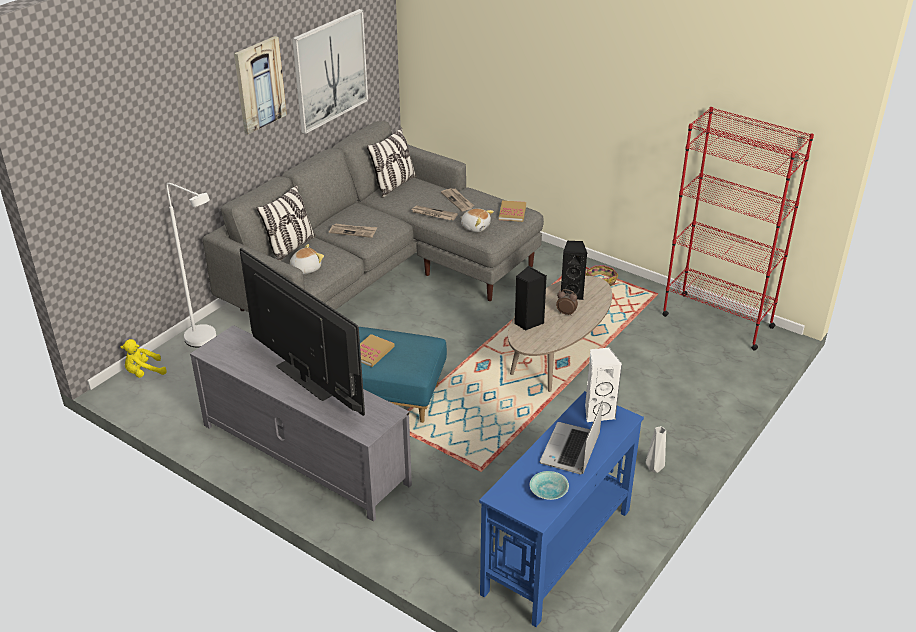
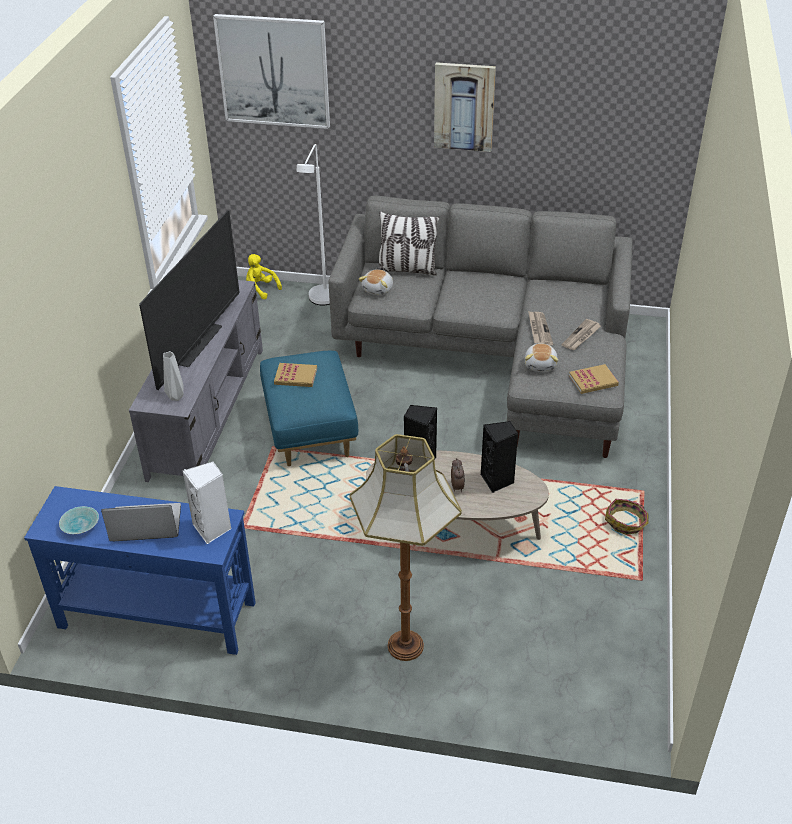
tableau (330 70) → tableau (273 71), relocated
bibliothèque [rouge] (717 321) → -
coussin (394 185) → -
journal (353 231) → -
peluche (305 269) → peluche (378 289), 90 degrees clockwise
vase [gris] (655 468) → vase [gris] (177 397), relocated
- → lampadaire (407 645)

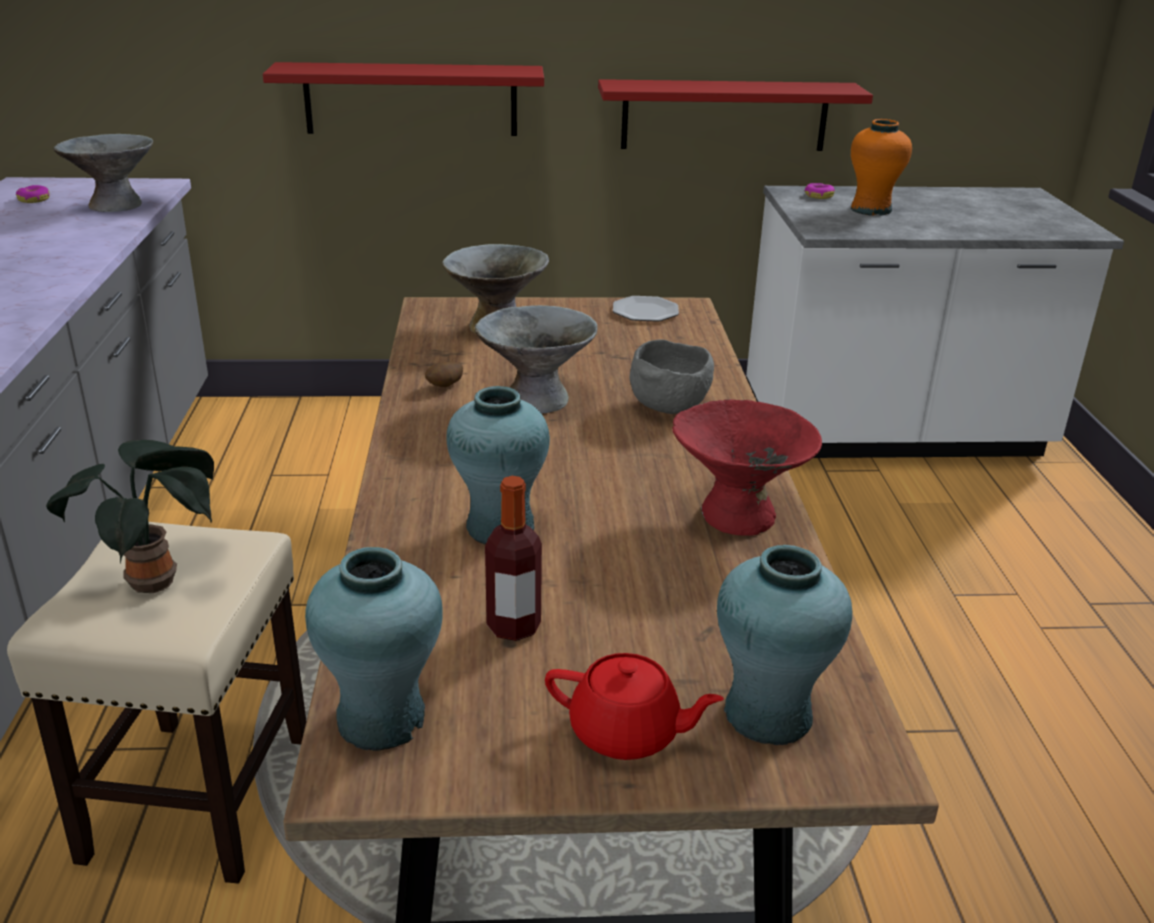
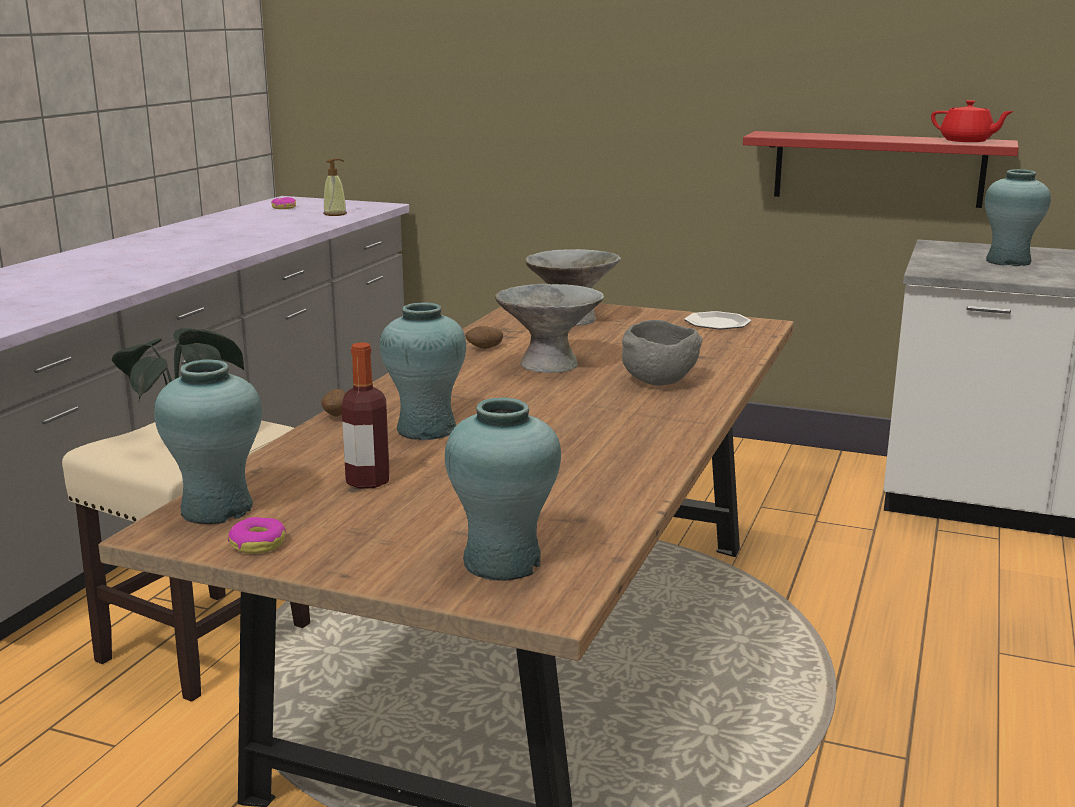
étagère [rouge] (411 99) → -
vase [orange] (871 209) → vase [turquoise] (1008 261)
bol [gris] (115 205) → distributeur de savon (335 214)
beignet (818 196) → beignet (258 544), relocated
bol [rouge] (737 515) → -
théière [rouge] (627 733) → théière [rouge] (967 141), relocated
- → pomme de terre (337 416)

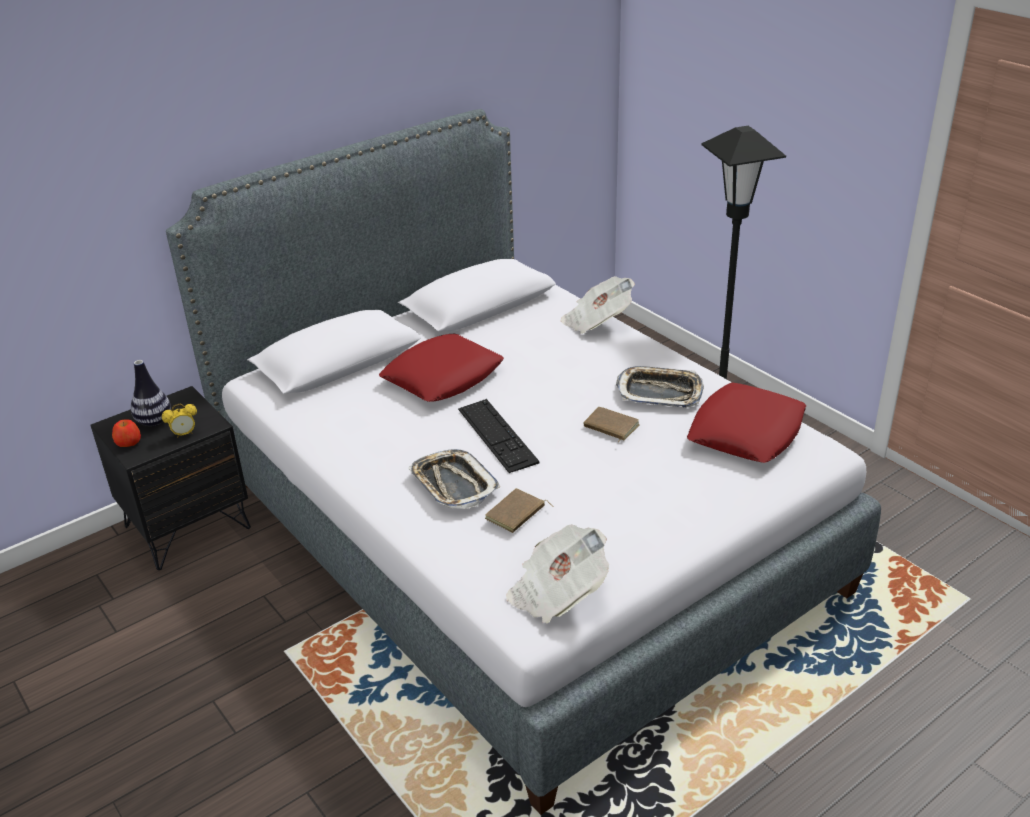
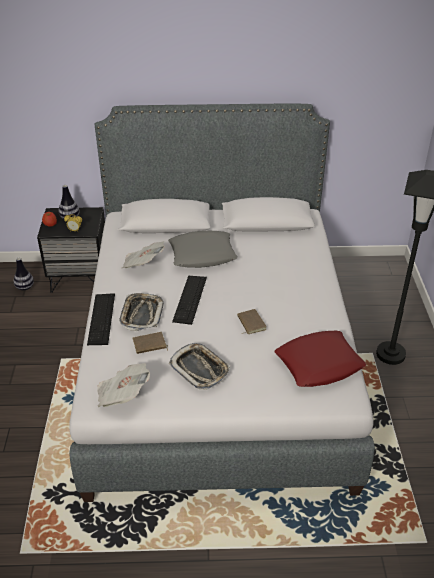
journal (597 321) → journal (143 264), relocated
coussin [rouge] (443 376) → coussin [gris] (202 254)
plateau (659 392) → plateau (199 369), relocated
- → vase (25 287)
- → clavier (101 318)

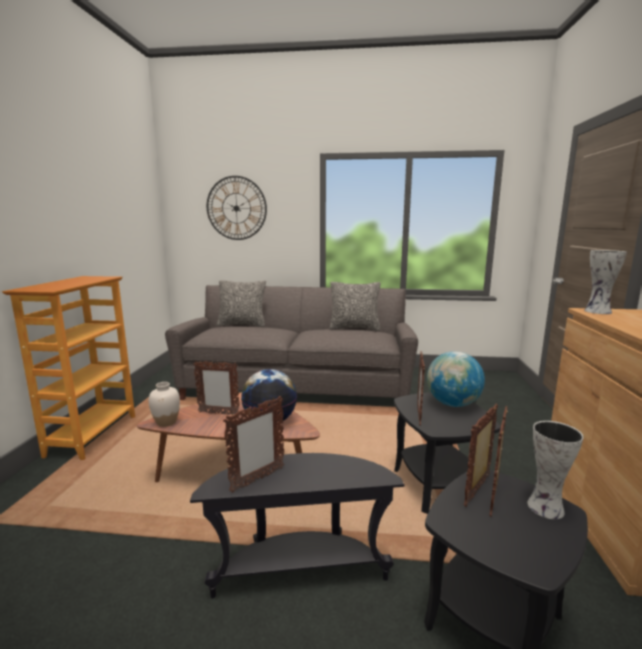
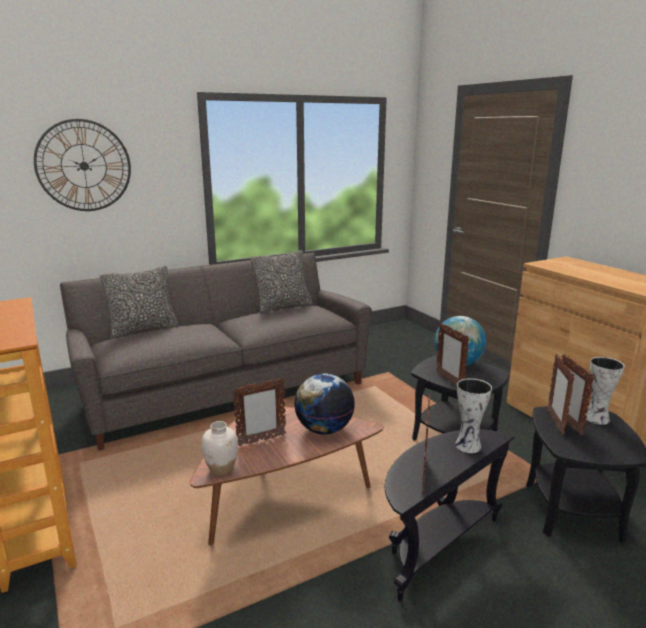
vase (598 312) → vase (469 446), relocated

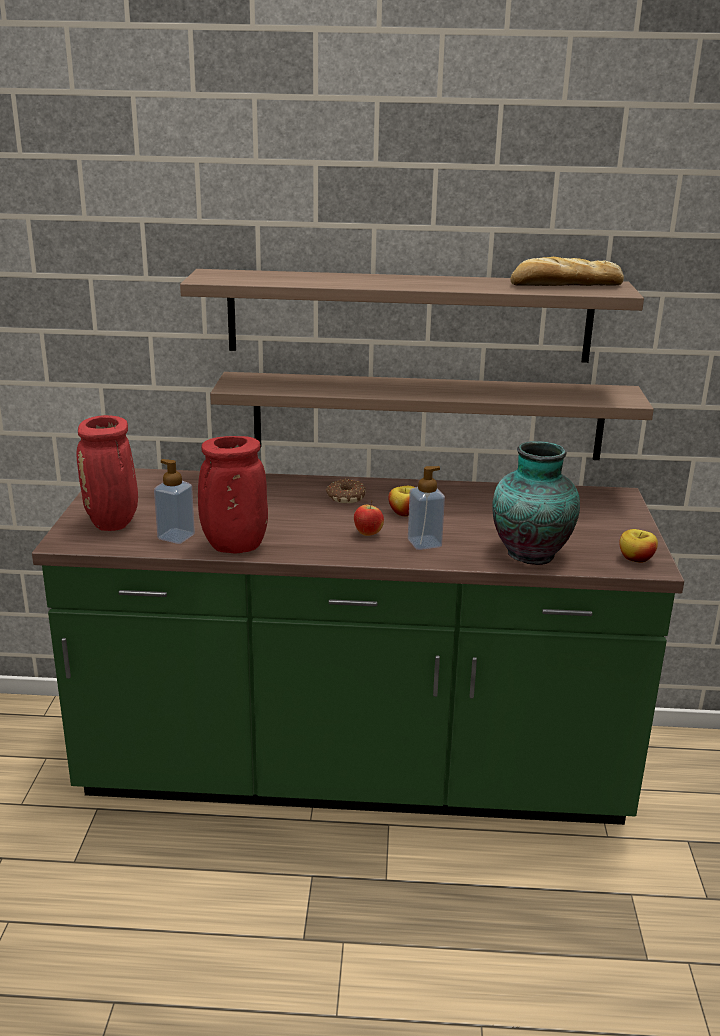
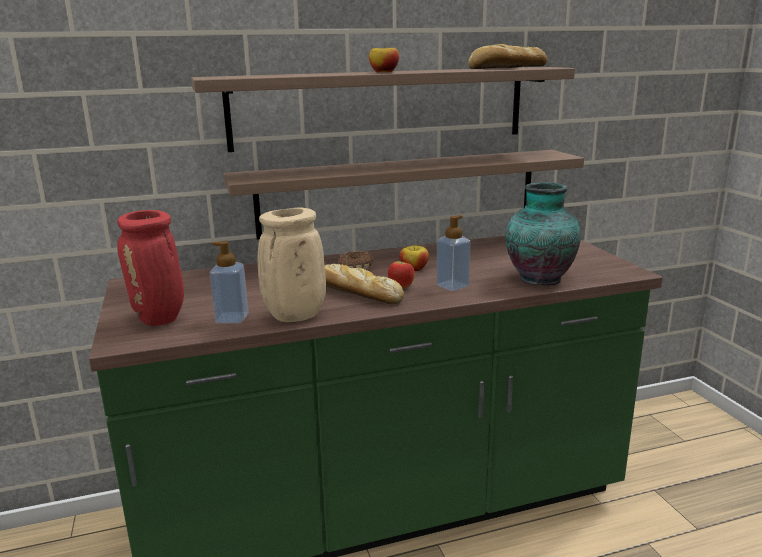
vase [rouge] (233 547) → vase [beige] (294 317)
pomme (636 559) → pomme (384 72), relocated
- → pain (355 292)

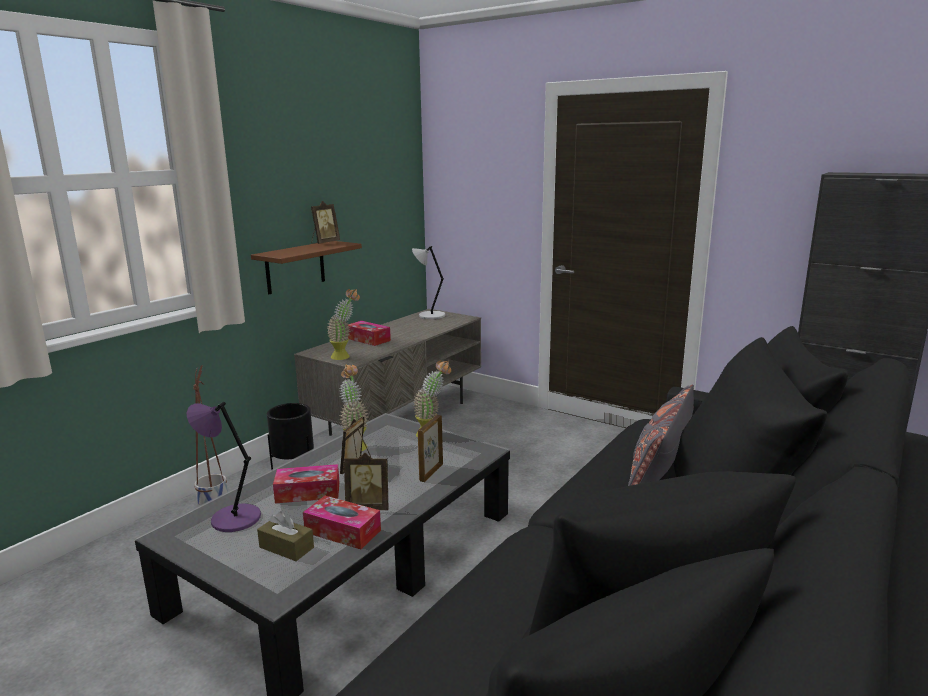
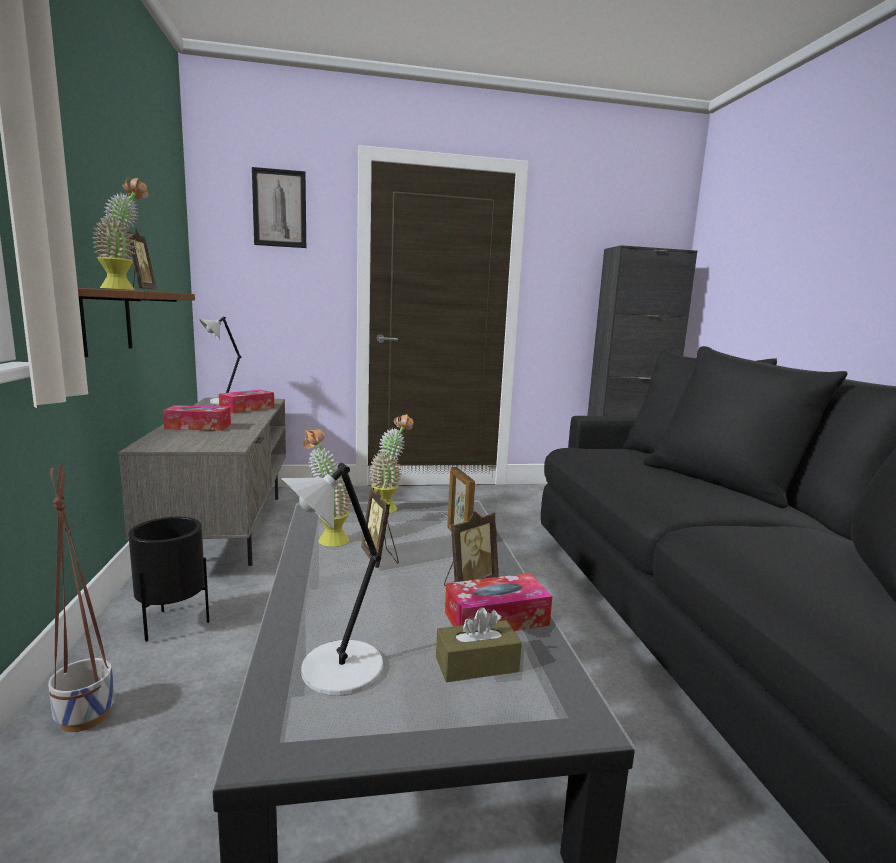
plante en pot (345 356) → plante en pot (126 289), relocated
coussin [gris] (660 469) → -
lampe de table [violet] (233 518) → lampe de table [gris] (337 670)
boîte à mouchoirs (308 492) → boîte à mouchoirs (247 408), relocated
- → tableau (279 208)

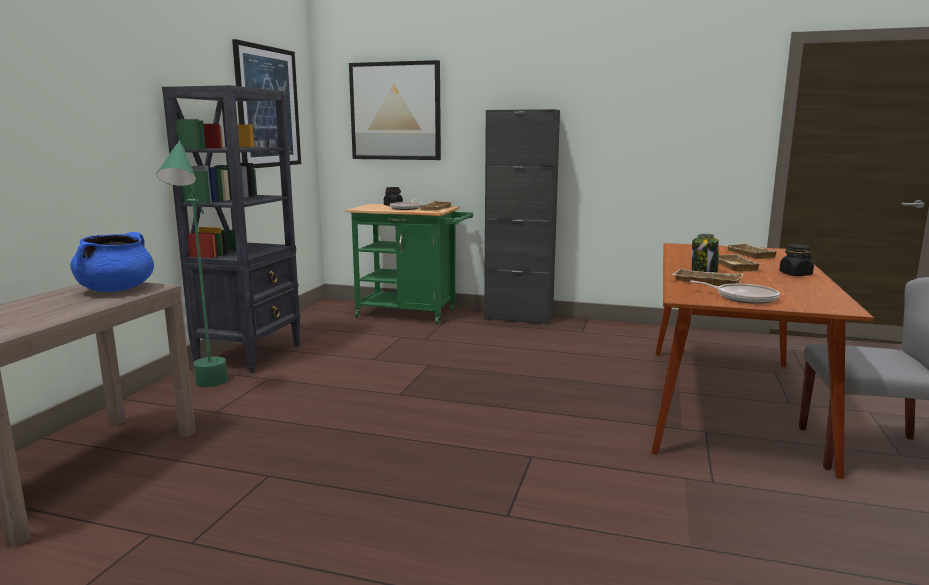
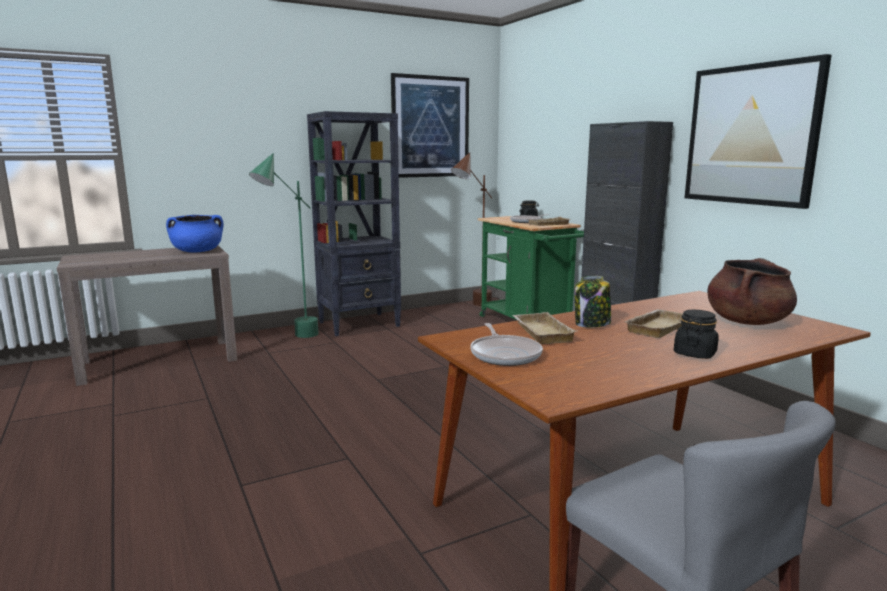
tableau (395 111) → tableau (751 135), relocated
plateau [beige] (748 254) → marmite [marron] (747 321)
- → lampadaire [marron] (472 306)

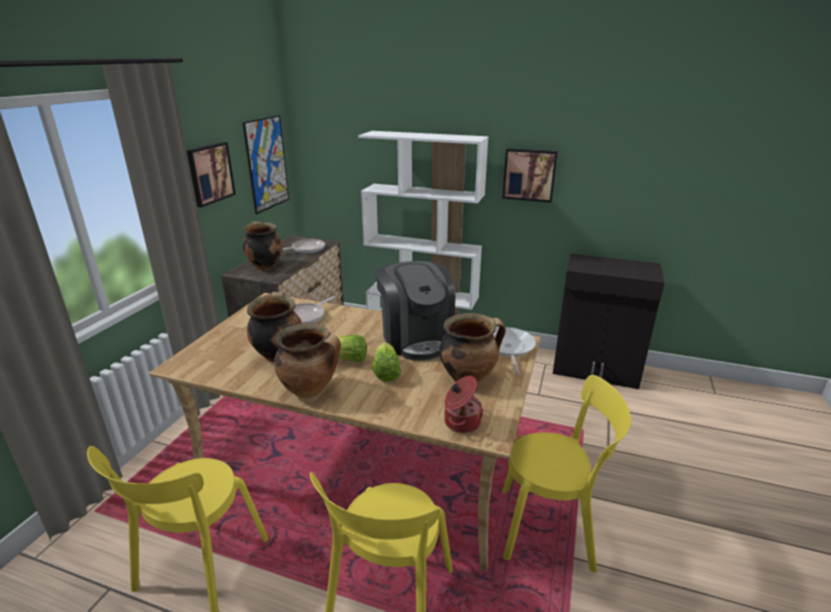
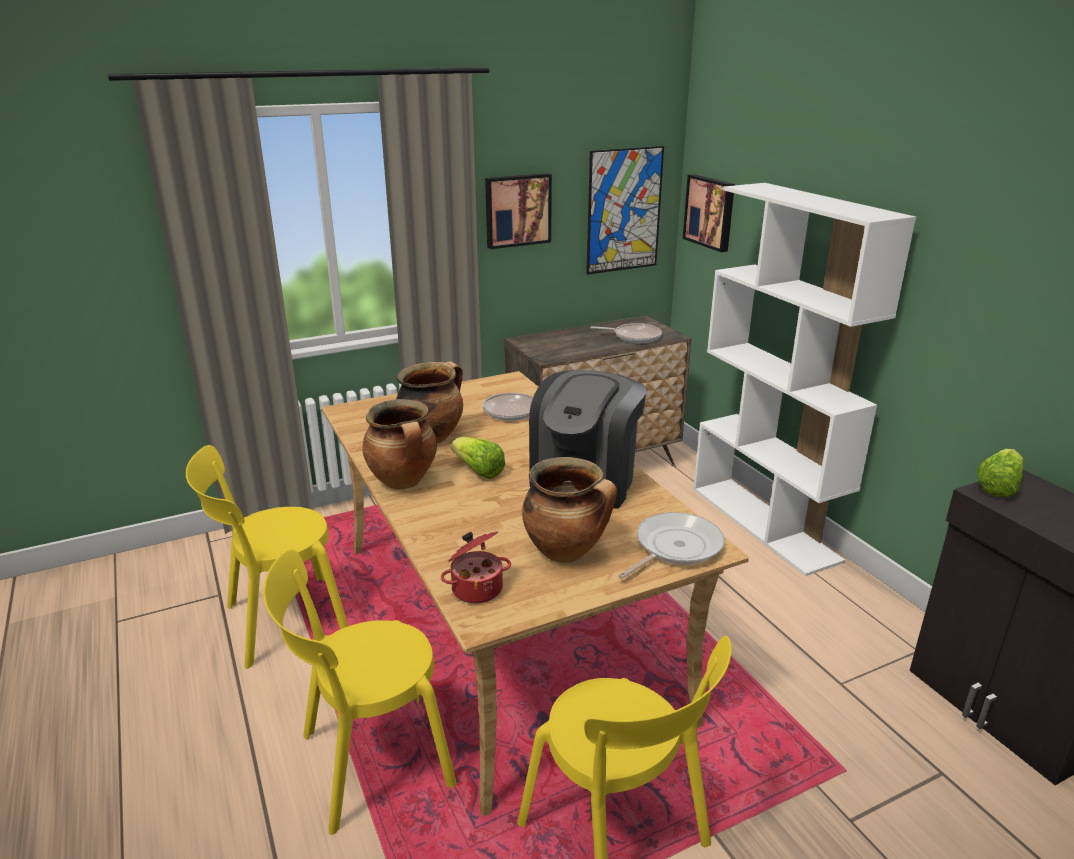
tableau (529 174) → tableau (710 212), relocated
marmite (265 265) → -
laitue (386 372) → laitue (998 487), relocated

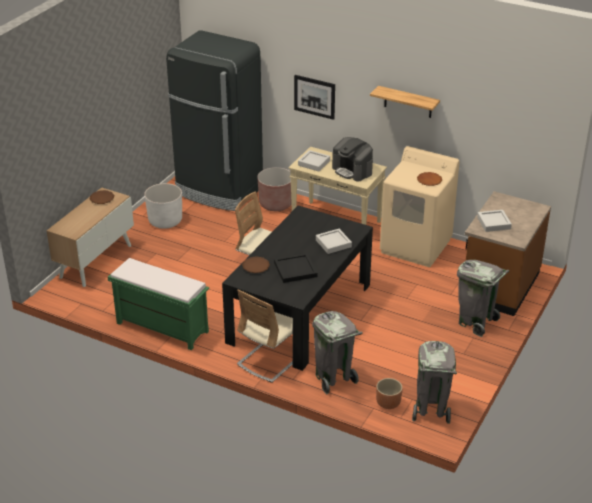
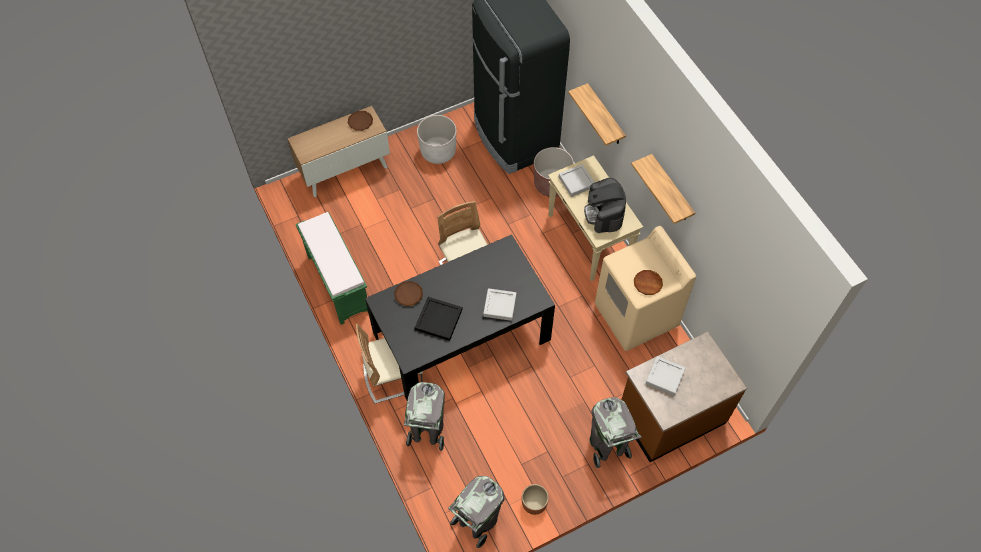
tableau (314 96) → étagère (605 116)
cache-pot [marron] (388 403) → cache-pot [marron] (534 504), relocated

